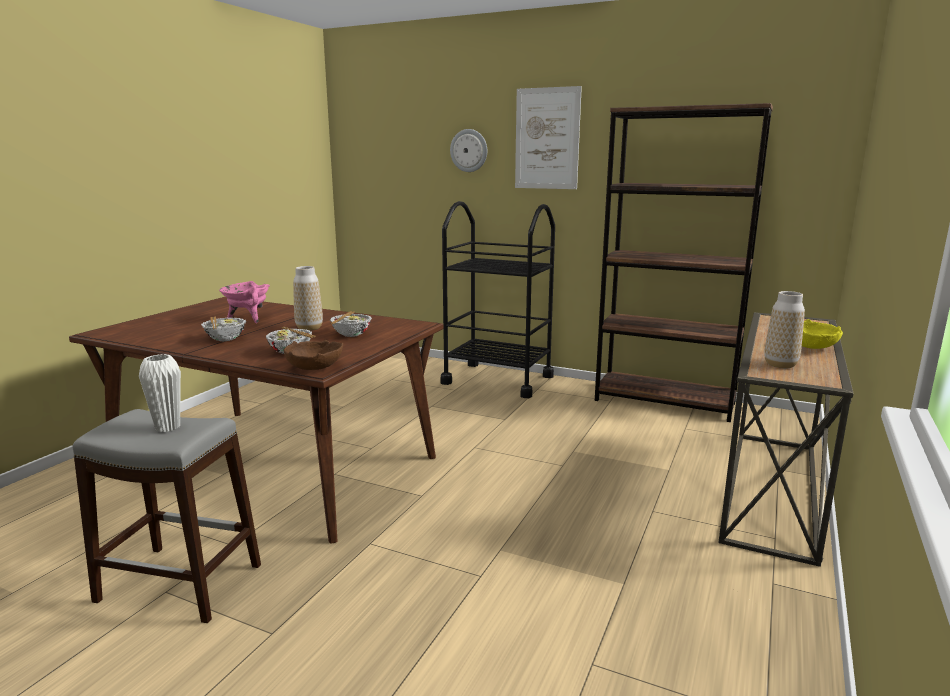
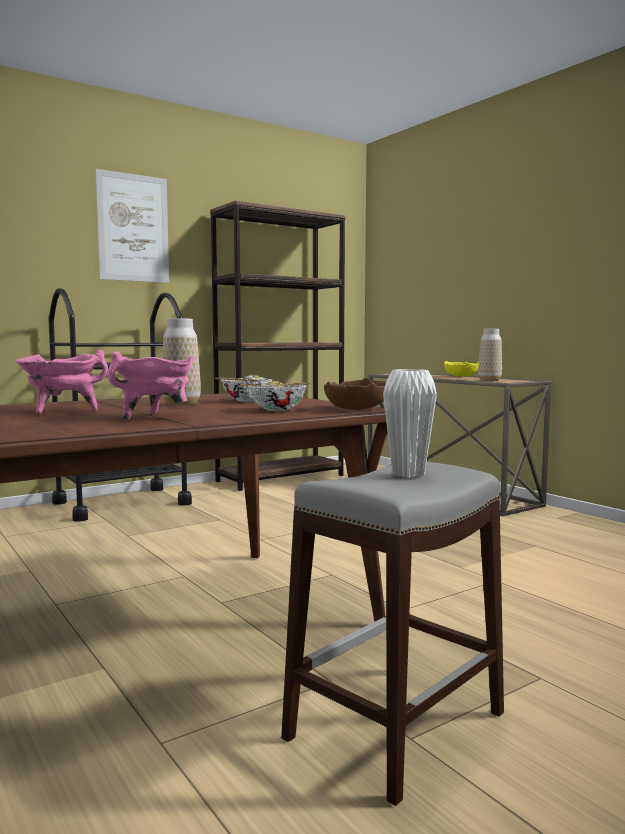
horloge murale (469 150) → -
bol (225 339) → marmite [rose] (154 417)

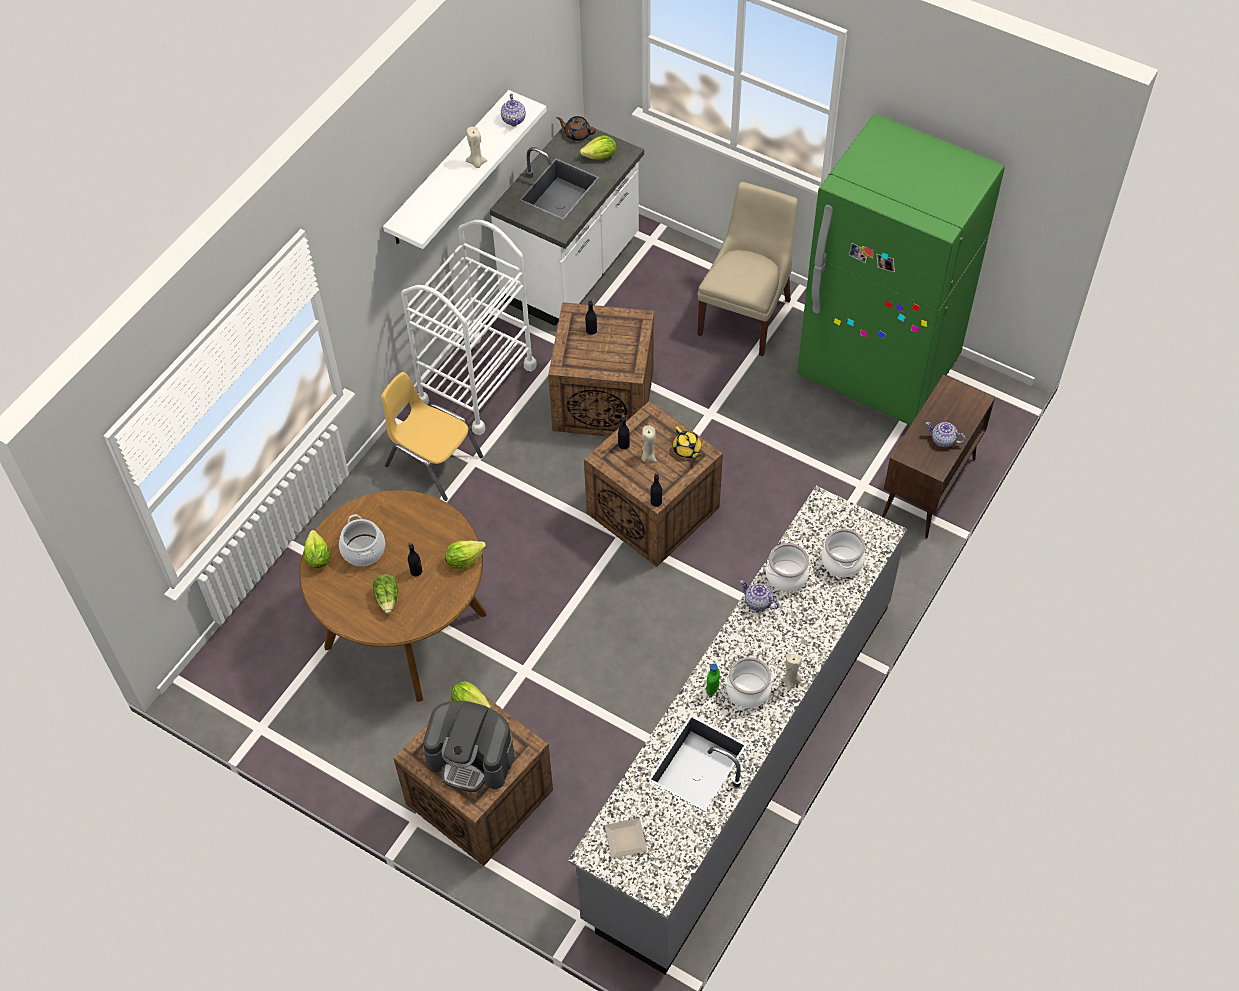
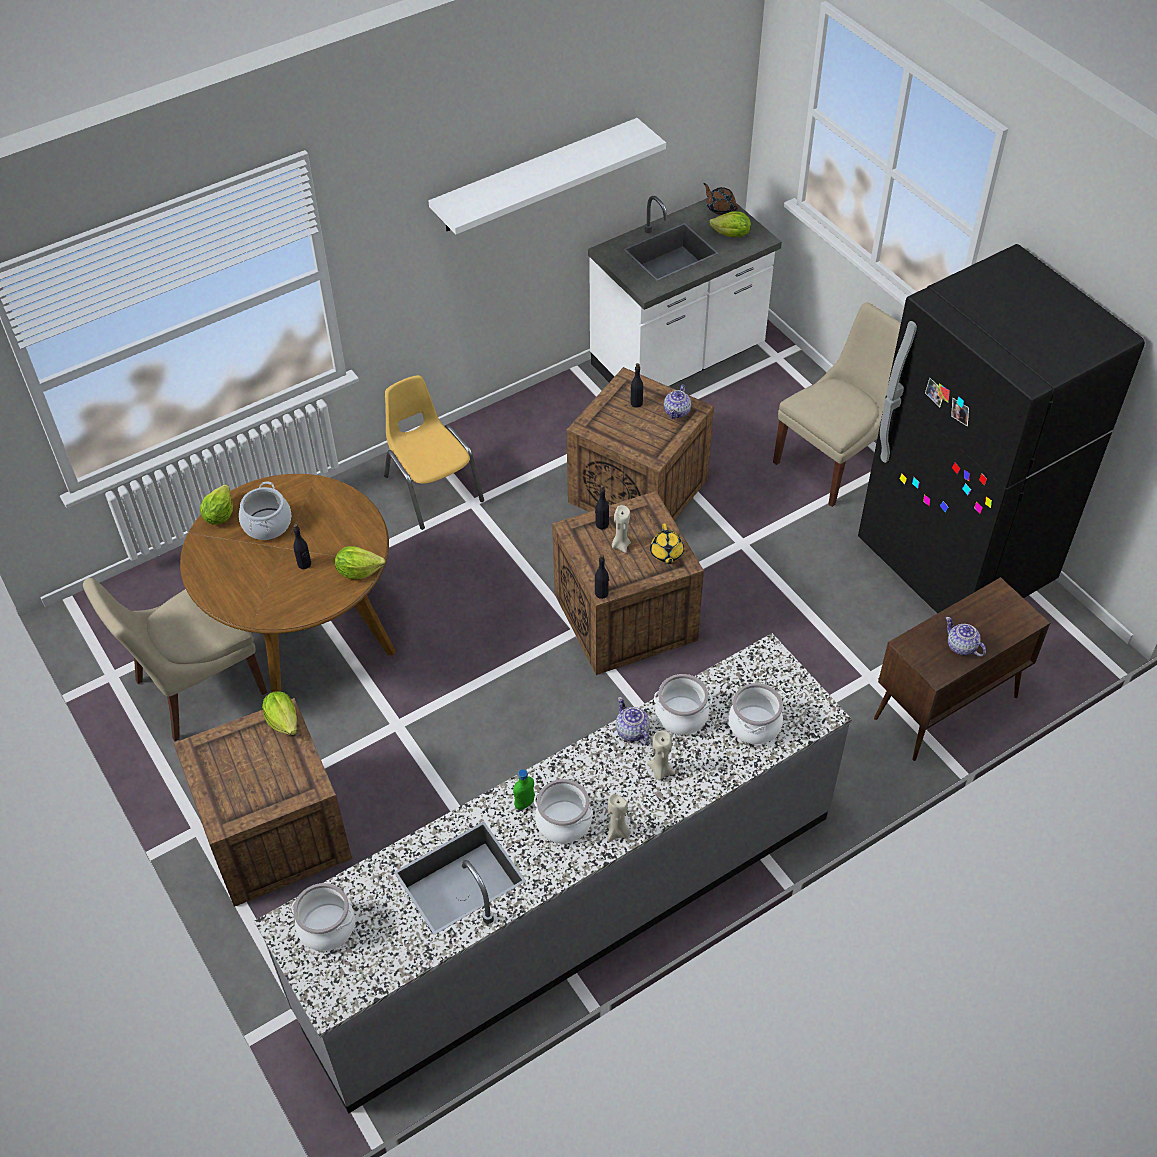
théière (514 119) → théière (677 411), relocated
réfrigérateur [vert] (878 368) → réfrigérateur [noir] (954 563)
bougie [beige] (476 163) → bougie [beige] (660 771), relocated
chariot [blanc] (476 384) → -
laitue (388 599) → -
machine à café (472 758) → -
assiette (624 840) → marmite (326 927)
- → chaise [beige] (196 689)

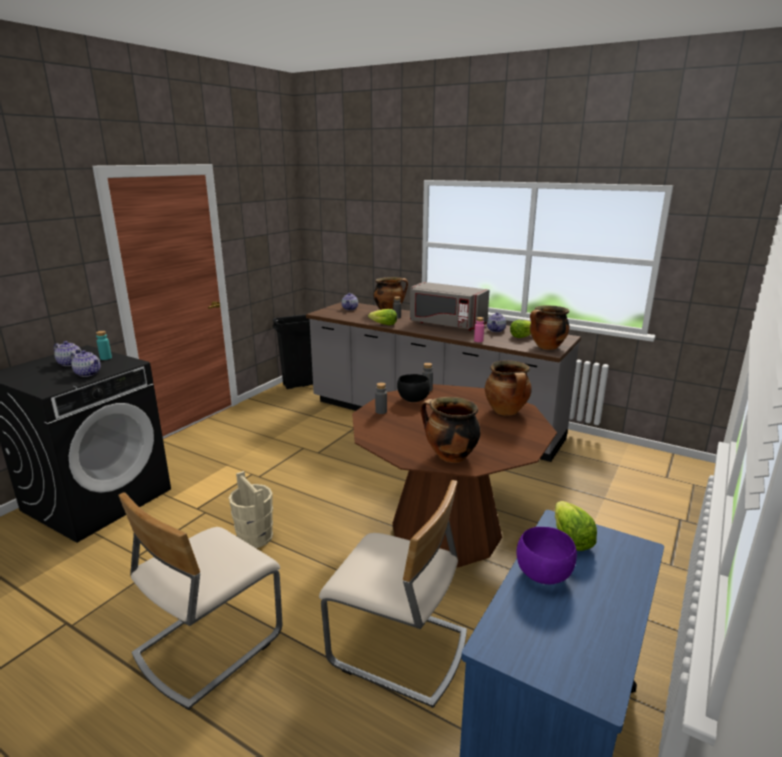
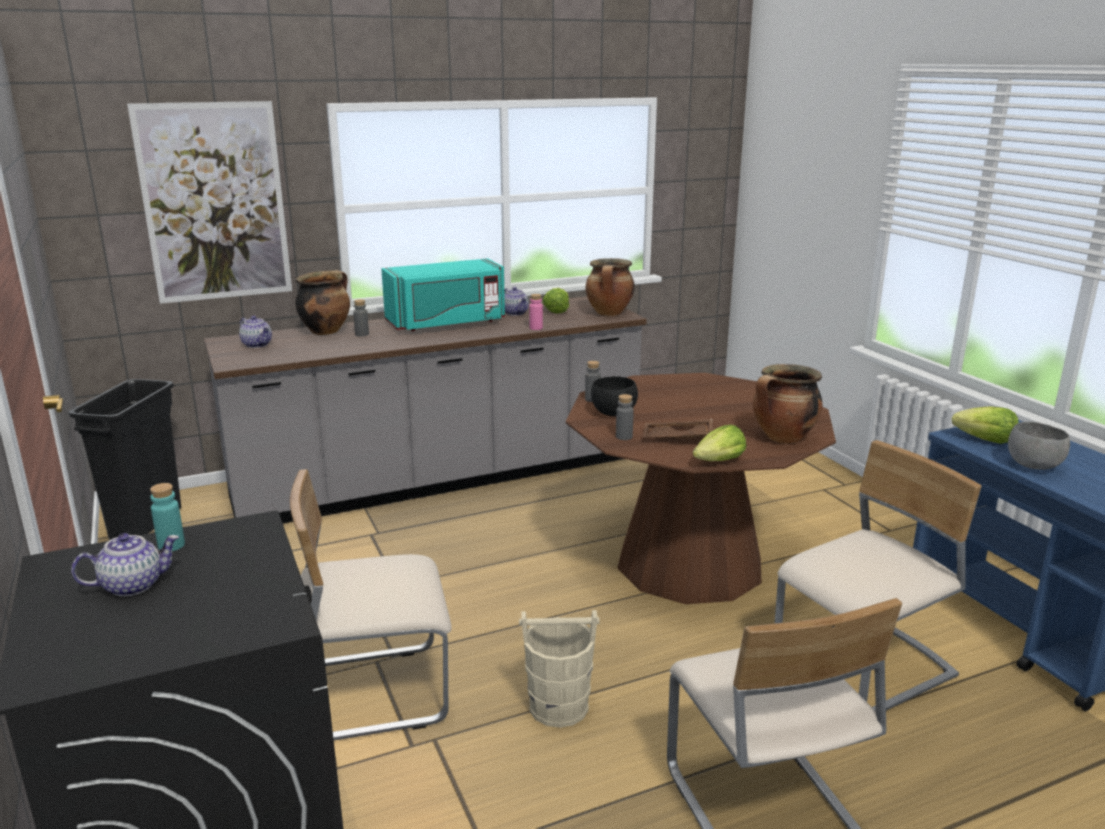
micro-ondes [gris] (446 324) → micro-ondes [turquoise] (446 323)
laitue (383 324) → laitue (719 461), relocated
théière (88 373) → -
marmite (507 412) → -
bol [violet] (543 574) → bol [gris] (1032 465)
- → tableau (214 203)
- → plateau [marron] (677 438)
- → chaise [beige] (370 693)

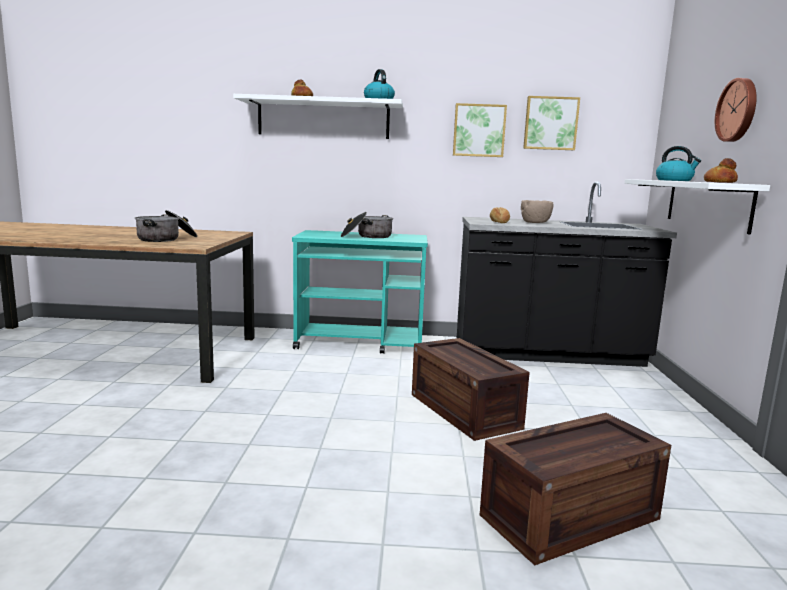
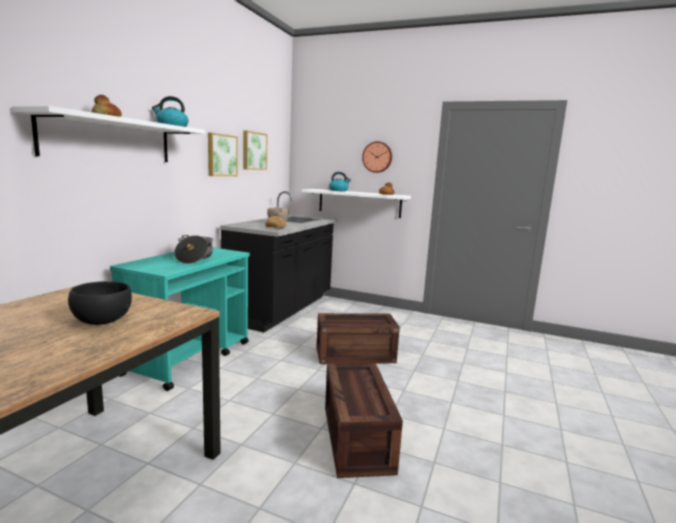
marmite (167 239) → bol [noir] (102 321)
caisse (570 515) → caisse (355 437), relocated

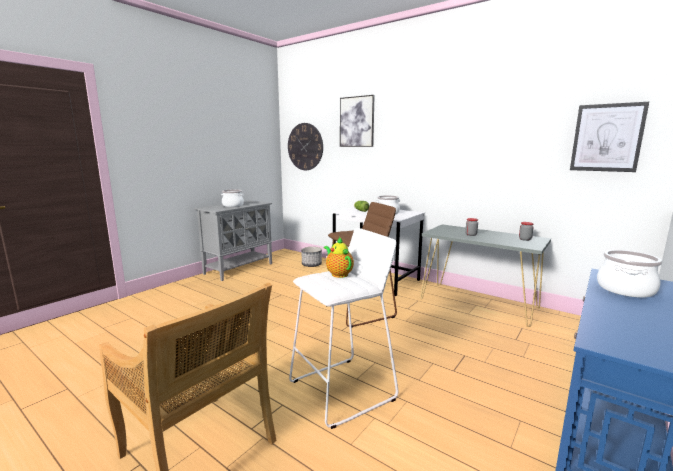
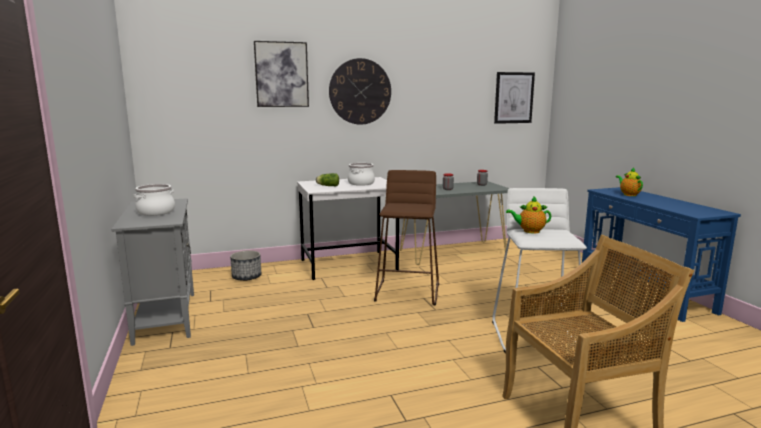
horloge murale (305 147) → horloge murale (360 91), relocated
marmite (626 290) → théière (628 194)

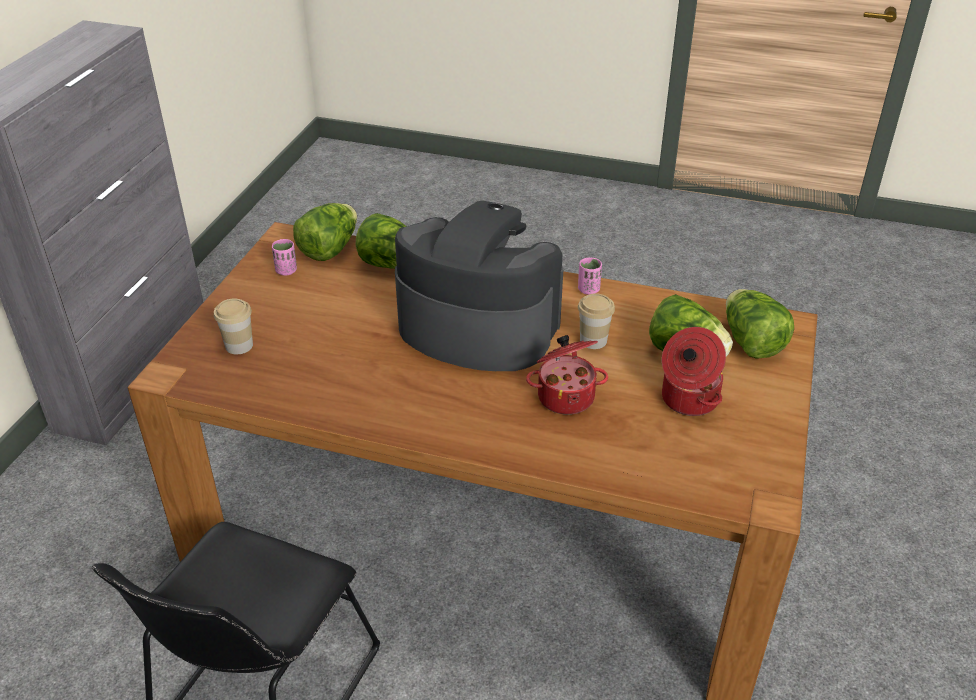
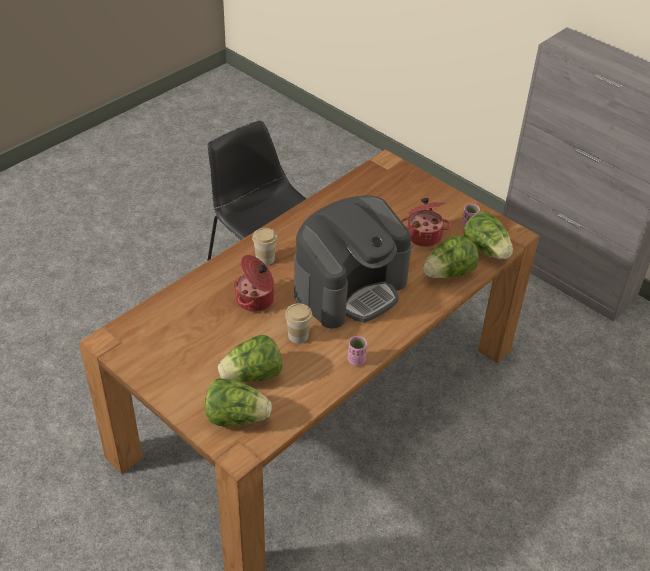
tasse (239 345) → tasse (265 259), relocated
marmite (688 399) → marmite (423 235), relocated

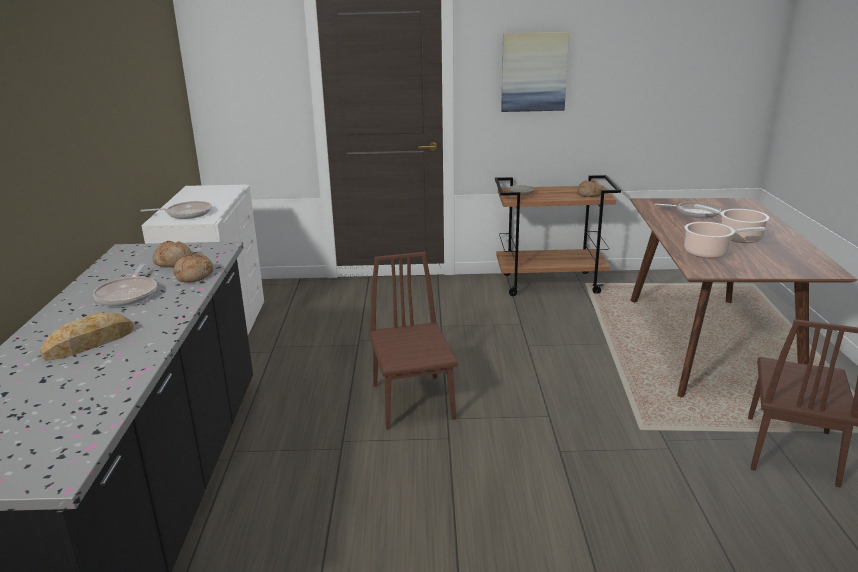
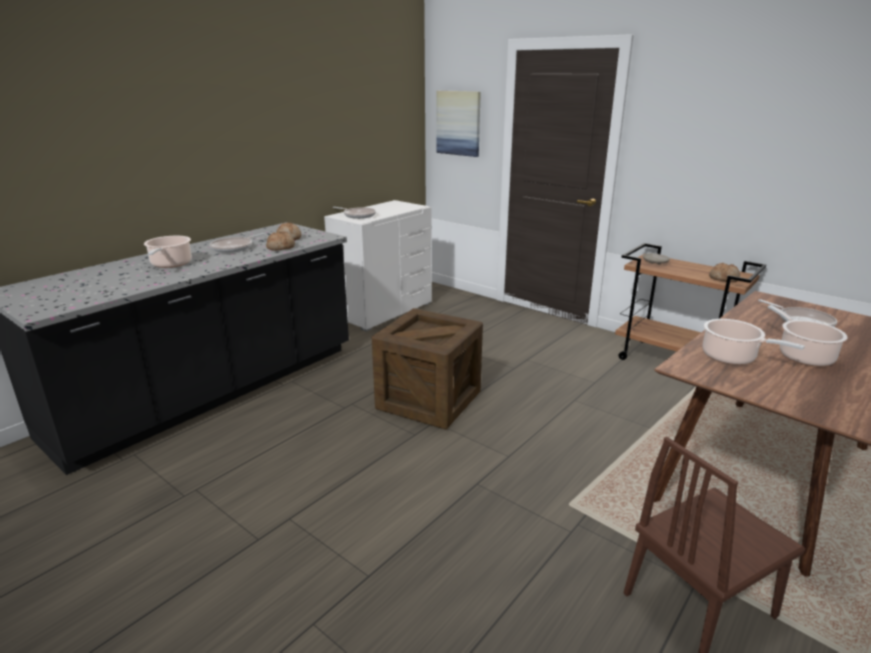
tableau (534 72) → tableau (458 123), relocated
chaise [marron] (413 401) → caisse (429 400)
pain (89 343) → marmite (170 264)

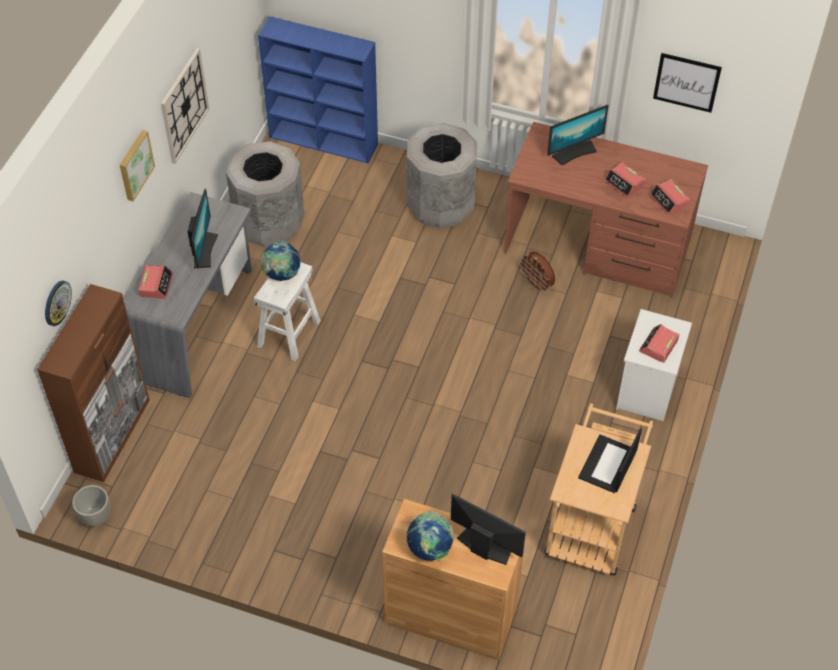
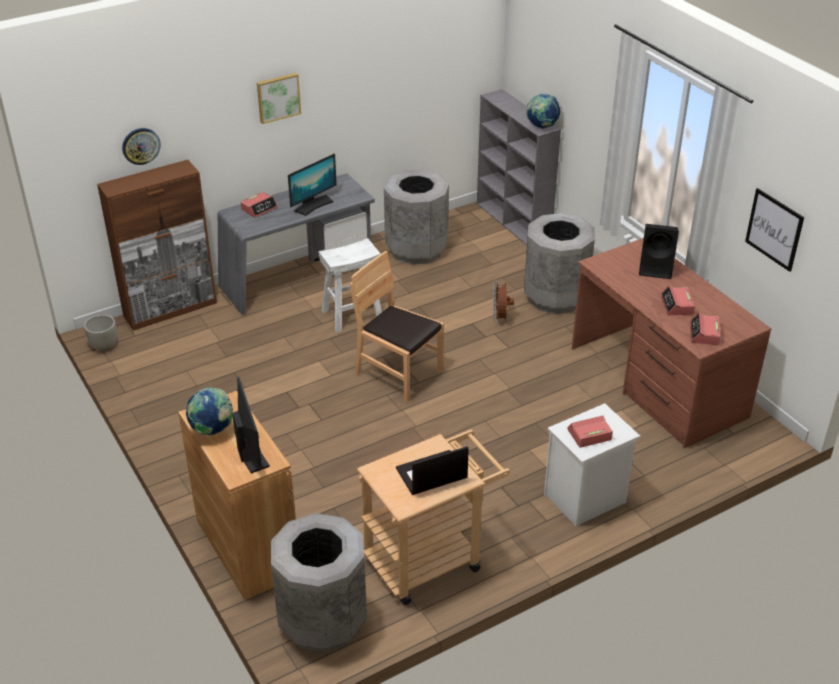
bibliothèque [bleu] (324 141) → bibliothèque [gris] (514 222)
horloge murale (184 105) → -
écran d'ordinateur (574 152) → enceinte [noir] (657 268)
globe (281 274) → globe (542 127), relocated
ventilateur [marron] (537 285) → ventilateur [marron] (500 318), relocated
- → chaise [marron] (398 373)
- → poubelle [gris] (323 621)

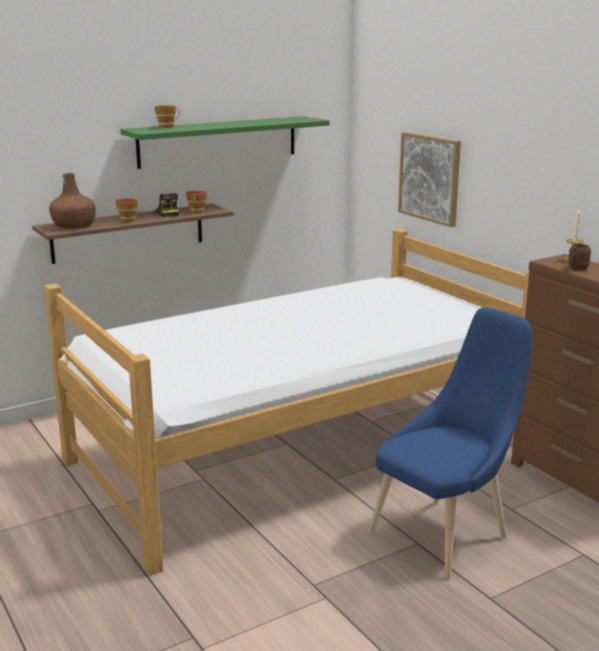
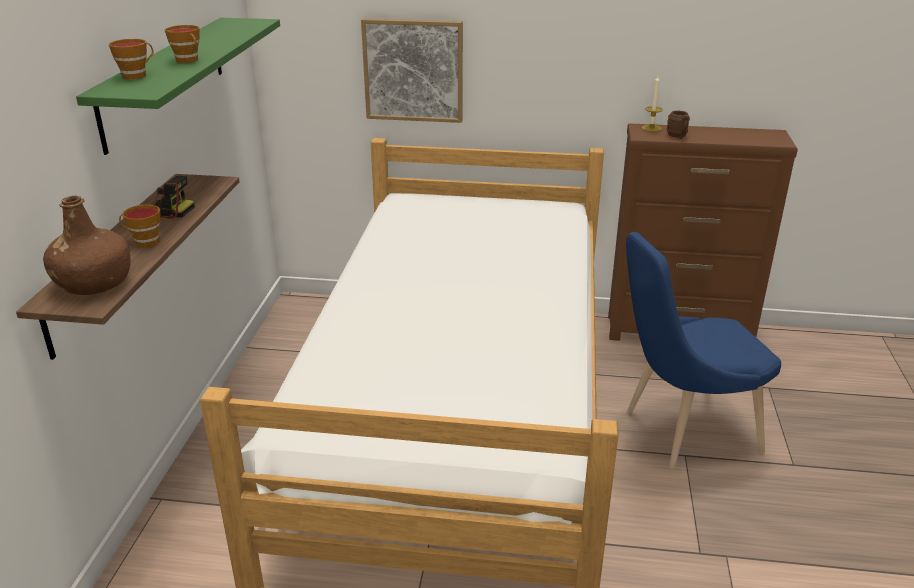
tasse (196 212) → tasse (189 60), relocated
chaise [bleu] (445 533) → chaise [bleu] (682 432), 105 degrees counterclockwise

